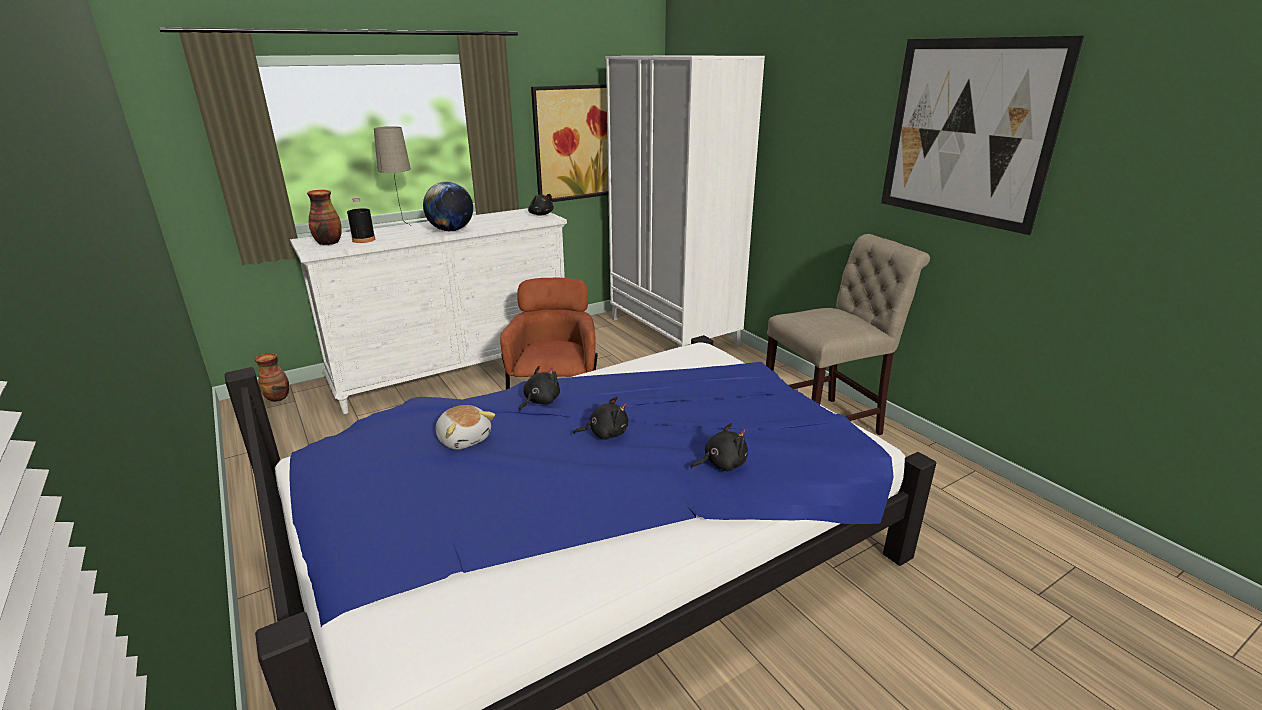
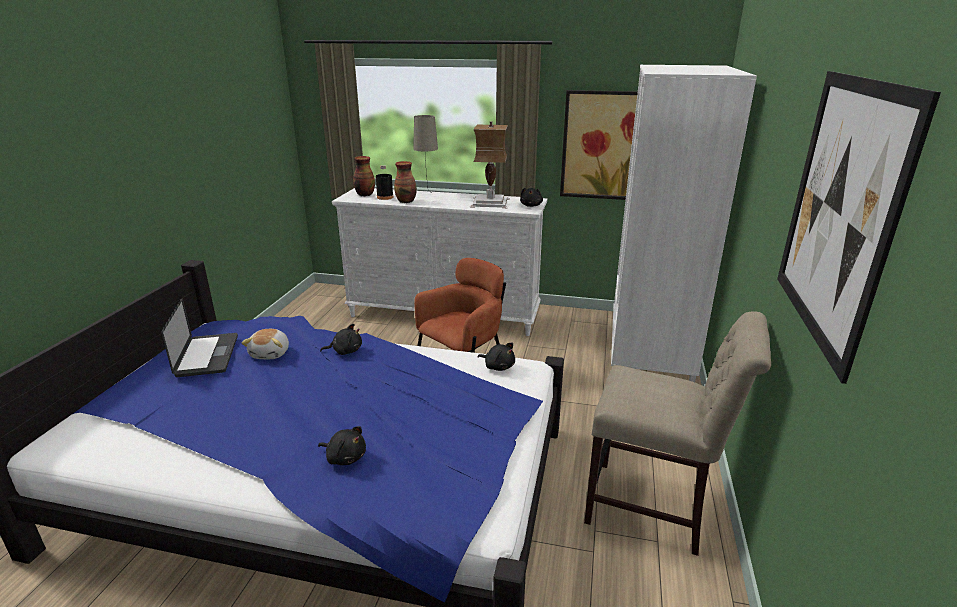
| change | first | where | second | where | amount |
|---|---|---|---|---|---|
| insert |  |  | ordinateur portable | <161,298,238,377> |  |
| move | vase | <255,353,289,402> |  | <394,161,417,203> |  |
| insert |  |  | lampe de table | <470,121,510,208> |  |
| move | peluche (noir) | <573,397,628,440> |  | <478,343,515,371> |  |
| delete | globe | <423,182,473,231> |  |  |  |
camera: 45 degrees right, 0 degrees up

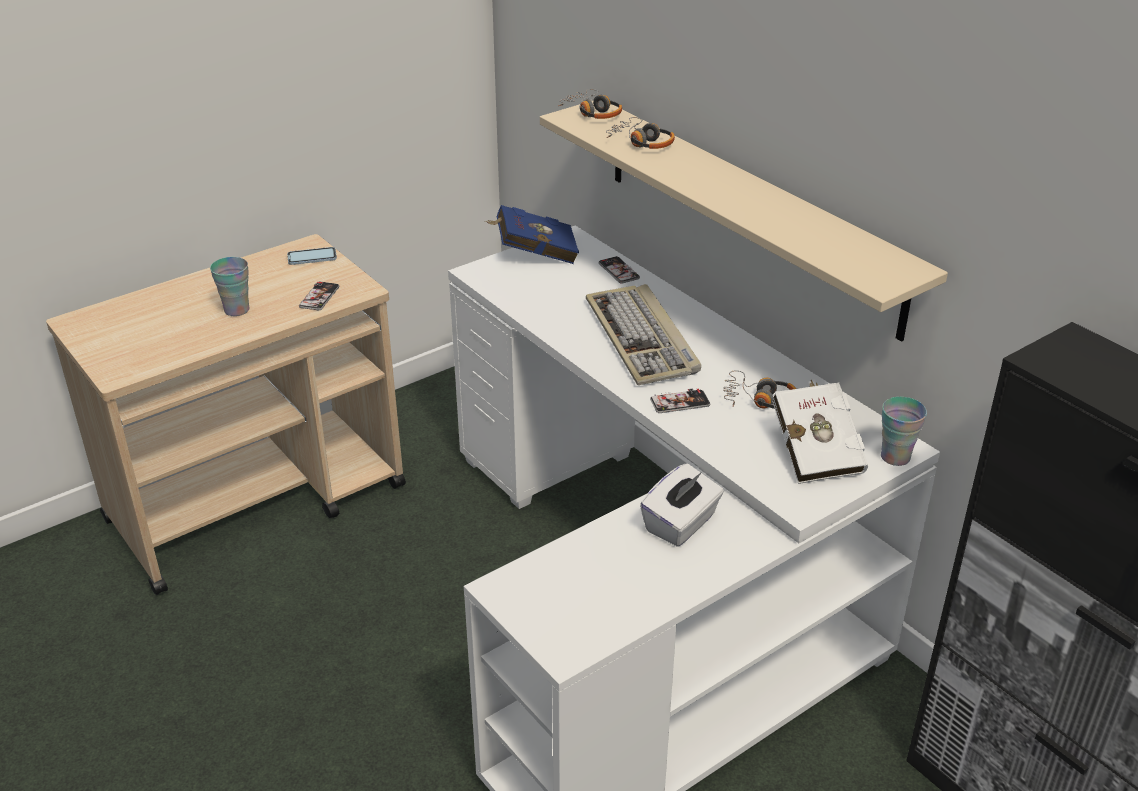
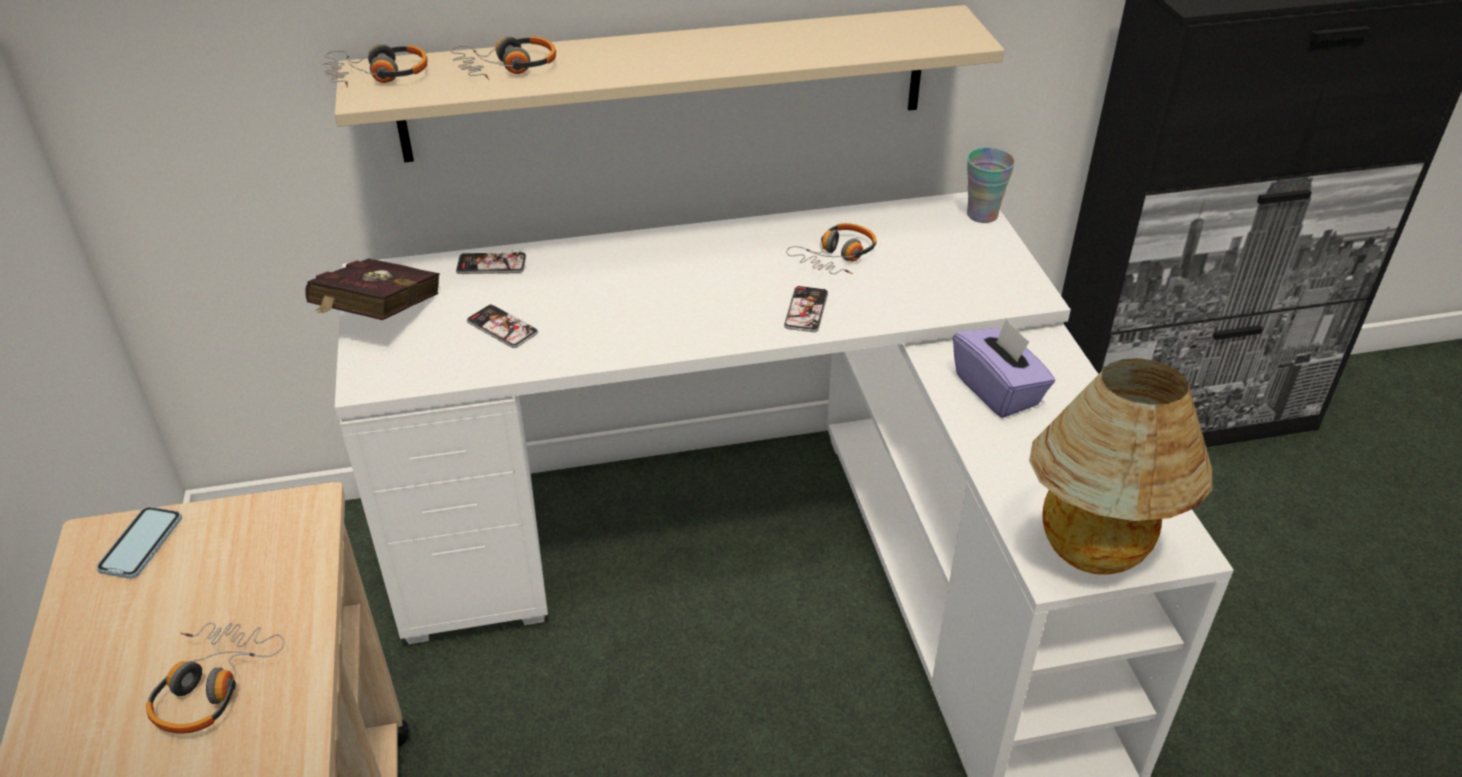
| change | first | where | second | where | amount |
|---|---|---|---|---|---|
| replace | tasse | <210,257,250,316> | casque audio | <146,623,284,734> |  |
| recolor | livre (bleu) | <485,205,579,264> | livre (rouge) | <305,258,440,320> |  |
| move | téléphone | <299,282,340,310> |  | <467,305,538,348> |  |
| recolor | boîte à mouchoirs (blanc) | <640,463,724,547> | boîte à mouchoirs (violet) | <953,318,1055,418> |  |
| insert |  |  | lampe de table | <1029,358,1212,575> |  |
| delete | clavier | <586,284,701,385> |  |  |  |
| delete | livre (blanc) | <772,380,868,484> |  |  |  |
camera: 65 degrees left, 5 degrees up

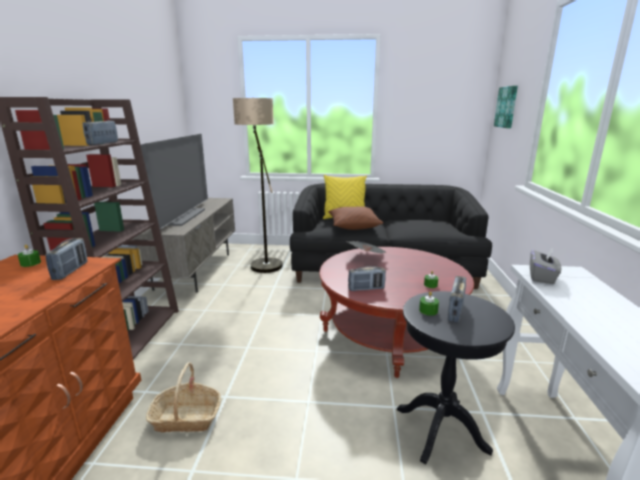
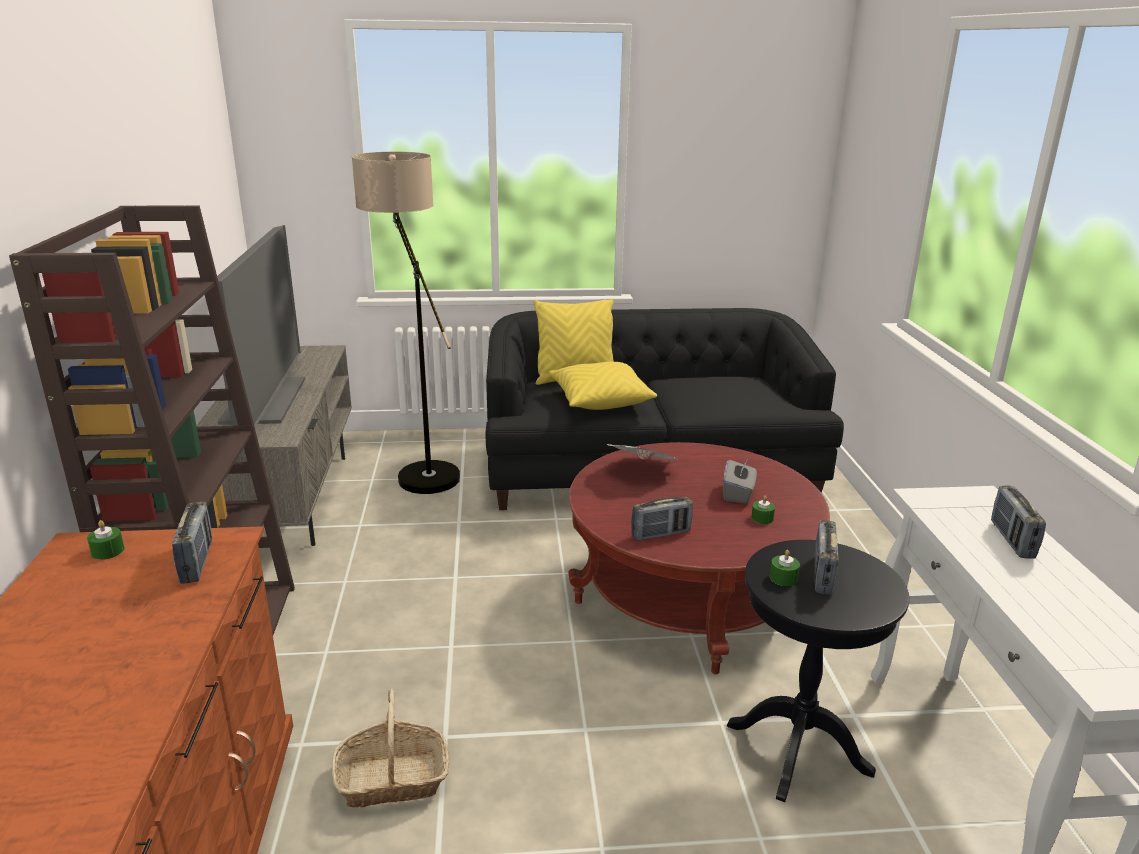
| change | first | where | second | where | amount |
|---|---|---|---|---|---|
| recolor | coussin (marron) | <328,206,383,230> | coussin (jaune) | <548,362,657,410> |  |
| move | boîte à mouchoirs (gris) | <530,247,561,284> |  | <723,460,757,504> |  |
| move | radio | <83,118,118,145> |  | <991,486,1046,559> |  |
| delete | tableau | <494,86,518,128> |  |  |  |
camera: 10 degrees left, 5 degrees up

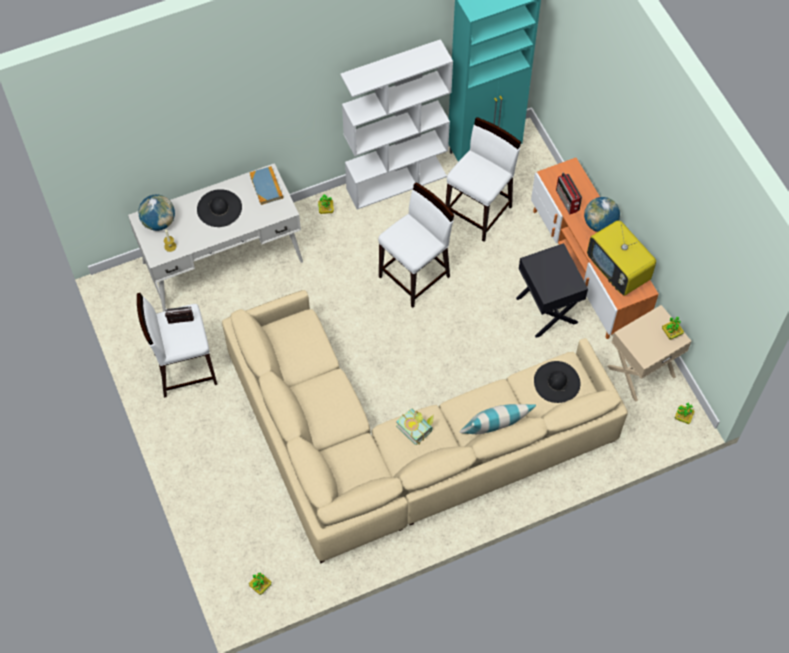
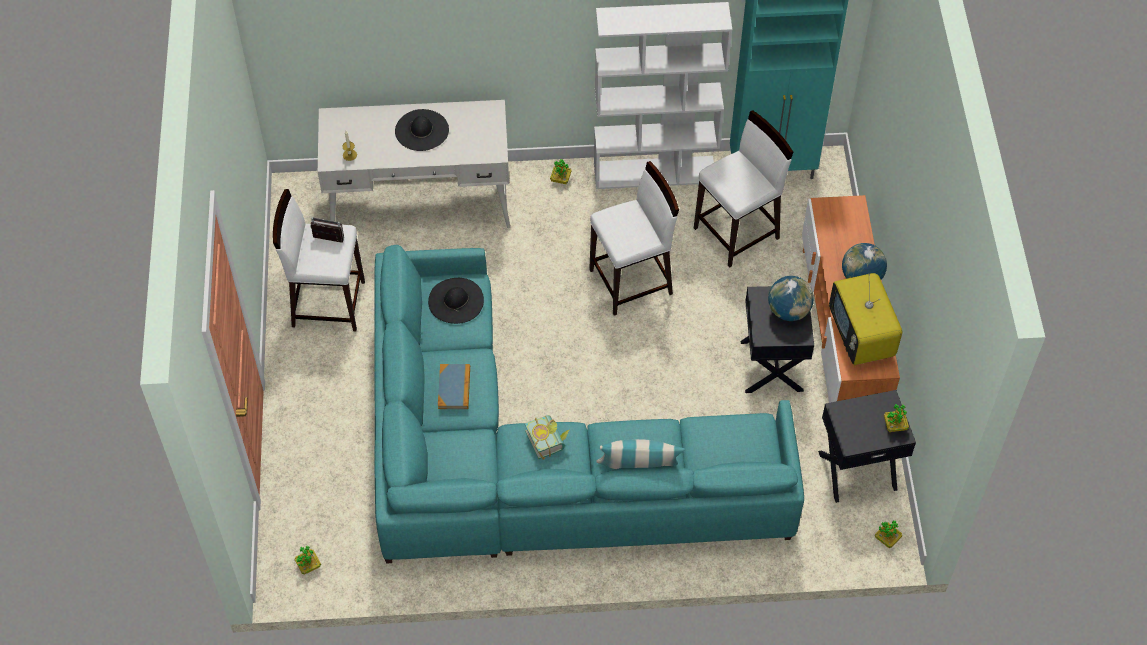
| change | first | where | second | where | amount |
|---|---|---|---|---|---|
| recolor | canapé (beige) | <222,290,628,563> | canapé (turquoise) | <374,245,804,564> |  |
| move | chapeau (noir) | <534,361,581,403> |  | <428,278,484,324> |  |
| move | livre | <249,166,283,205> |  | <438,364,470,409> |  |
| move | globe | <138,194,175,231> |  | <768,276,814,321> |  |
| recolor | table d'appoint (beige) | <608,305,692,402> | table d'appoint (noir) | <818,390,916,503> |  |
| delete | radio | <556,172,582,215> |  |  |  |
camera: 20 degrees right, 5 degrees down

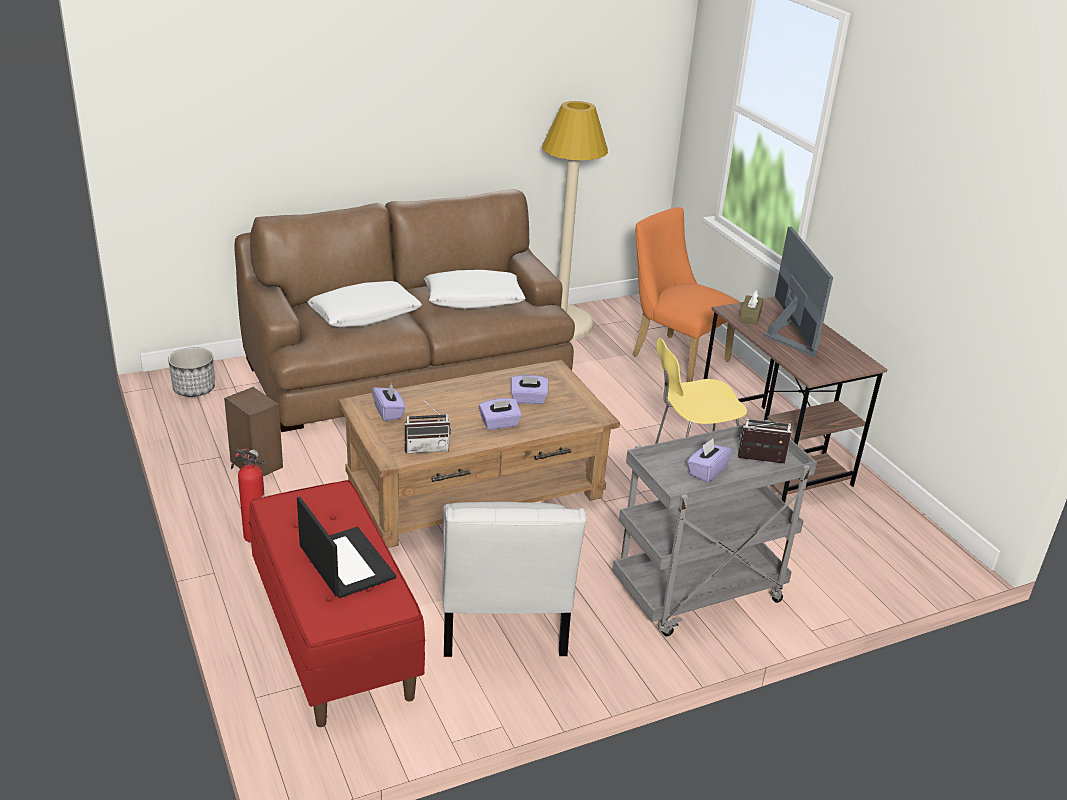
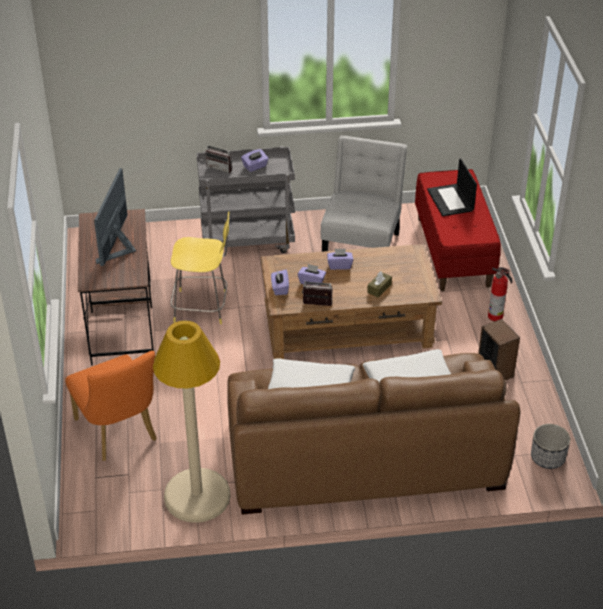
| change | first | where | second | where | amount |
|---|---|---|---|---|---|
| move | boîte à mouchoirs (violet) | <372,384,405,421> |  | <271,270,289,295> |  |
| move | radio | <405,400,451,454> |  | <302,281,332,306> |  |
| move | boîte à mouchoirs (marron) | <739,291,764,325> |  | <367,271,392,298> |  |
camera: 160 degrees left, 10 degrees up

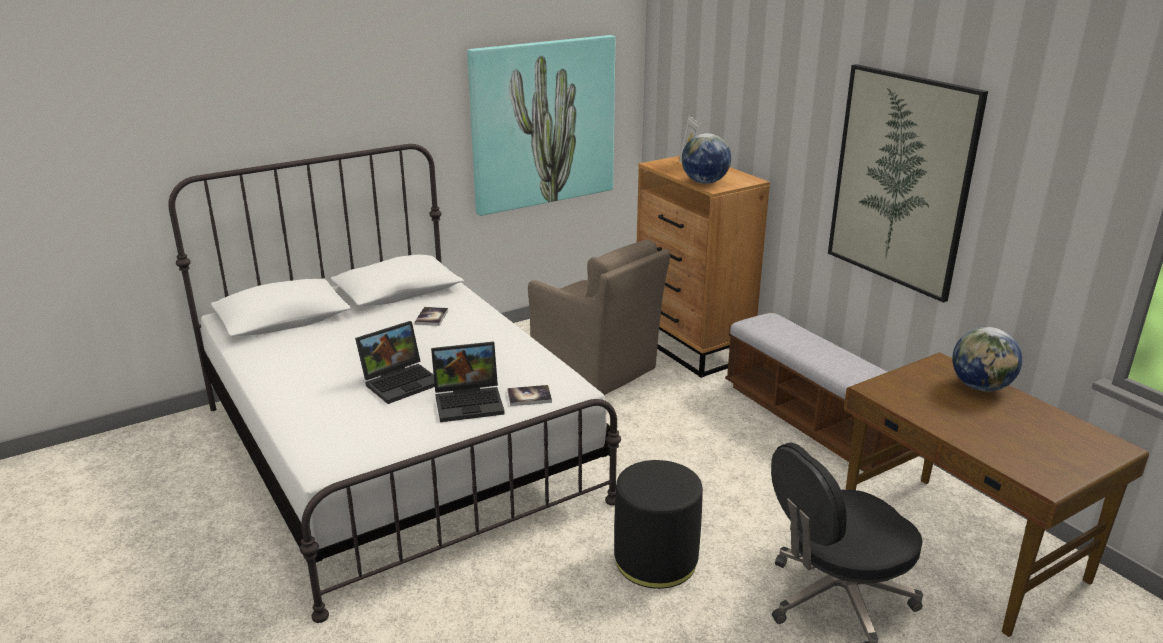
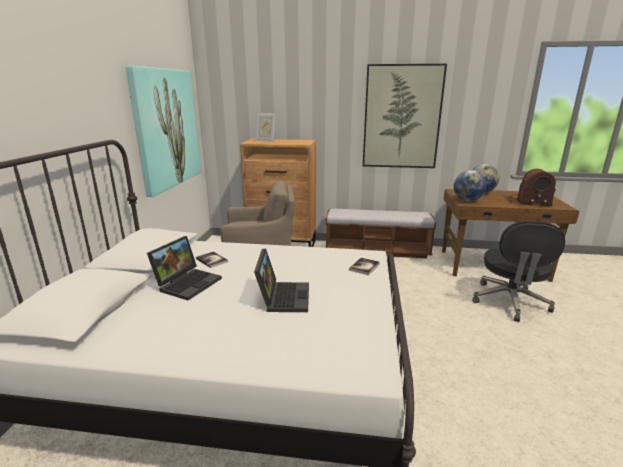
| change | first | where | second | where | amount |
|---|---|---|---|---|---|
| move | ordinateur portable | <431,341,505,422> |  | <147,236,222,300> |  |
| move | globe | <682,133,731,184> |  | <453,170,487,202> |  |
| insert |  |  | radio | <503,169,556,206> |  |
| delete | pouf (noir) | <614,460,703,589> |  |  |  |
camera: 50 degrees left, 5 degrees down

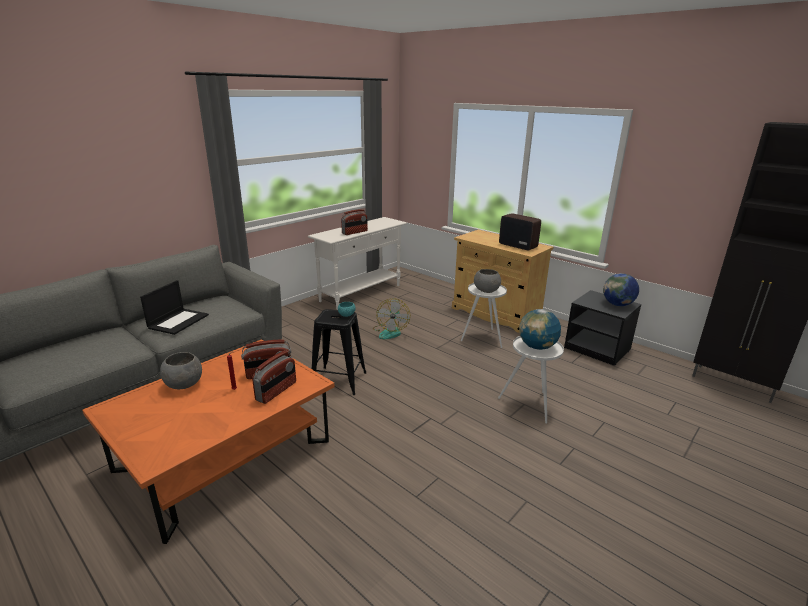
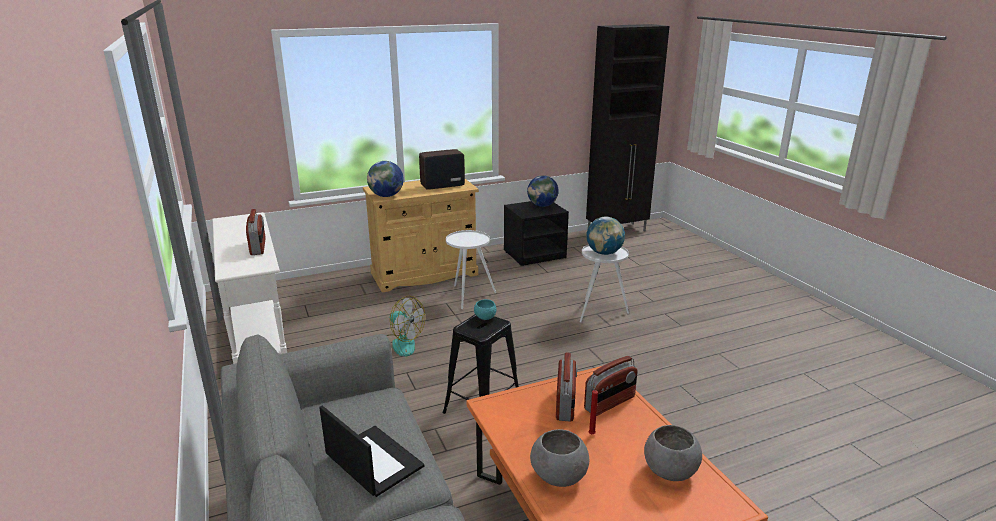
| change | first | where | second | where | amount |
|---|---|---|---|---|---|
| insert |  |  | globe | <367,161,404,197> |  |
| rotate | radio | <252,350,296,404> |  | <584,356,638,416> | 90 degrees clockwise |
| move | bol (gris) | <474,269,501,293> |  | <644,425,702,481> |  |
camera: 65 degrees left, 0 degrees up

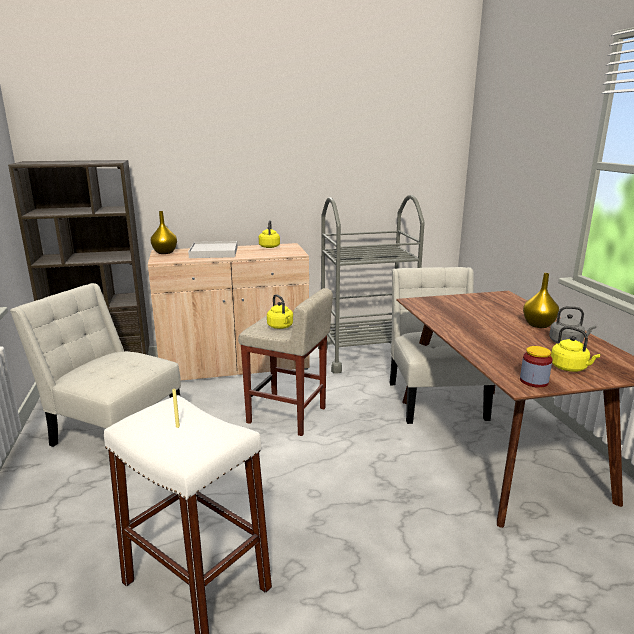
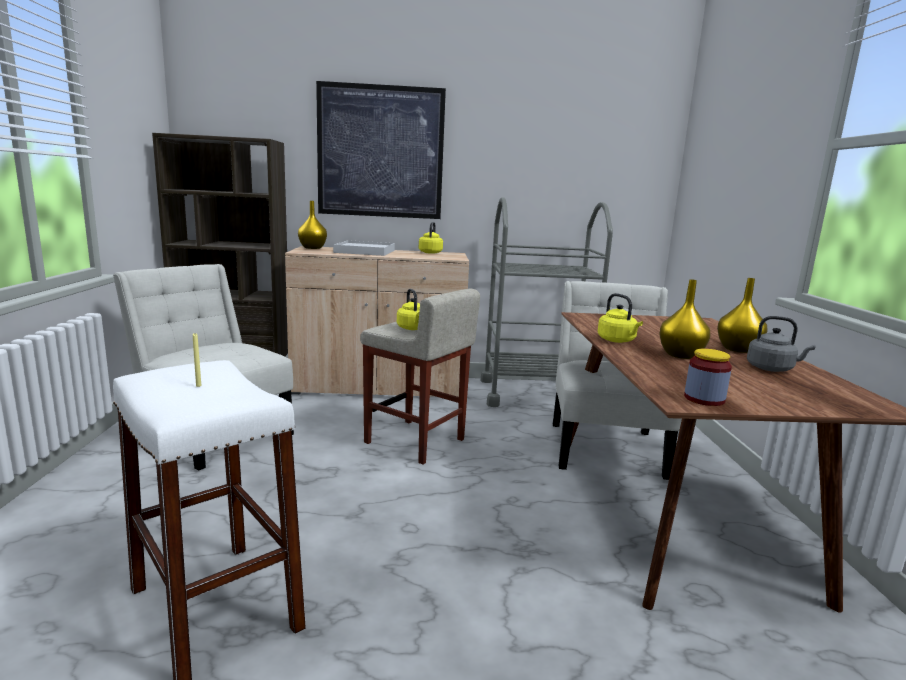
| change | first | where | second | where | amount |
|---|---|---|---|---|---|
| insert |  |  | tableau | <316,81,446,219> |  |
| move | bouilloire (jaune) | <551,326,600,372> |  | <598,293,643,343> |  |
| insert |  |  | vase (jaune) | <659,279,710,359> |  |
camera: 10 degrees right, 5 degrees down

